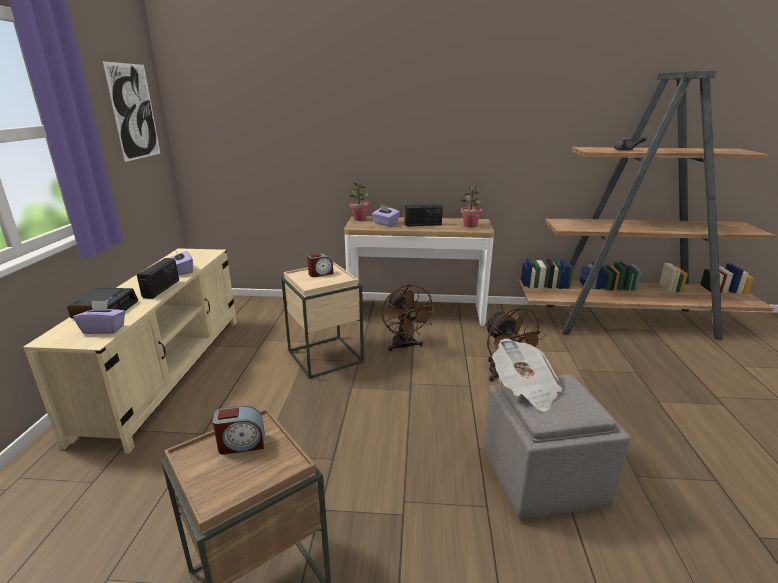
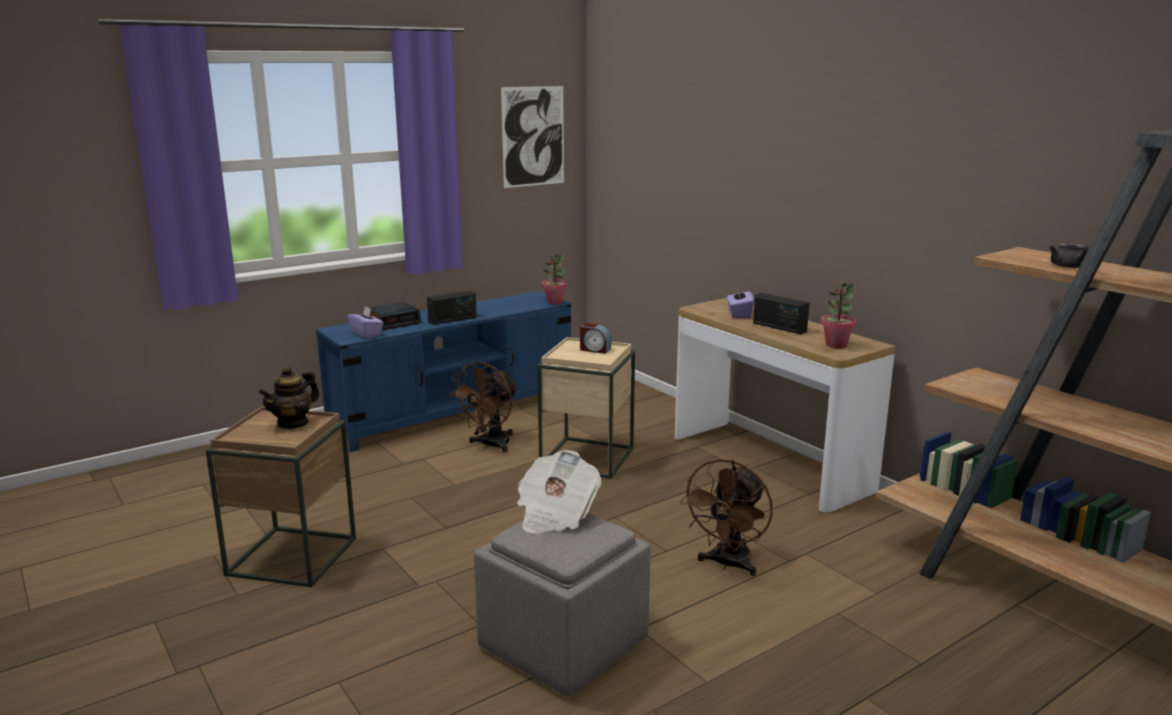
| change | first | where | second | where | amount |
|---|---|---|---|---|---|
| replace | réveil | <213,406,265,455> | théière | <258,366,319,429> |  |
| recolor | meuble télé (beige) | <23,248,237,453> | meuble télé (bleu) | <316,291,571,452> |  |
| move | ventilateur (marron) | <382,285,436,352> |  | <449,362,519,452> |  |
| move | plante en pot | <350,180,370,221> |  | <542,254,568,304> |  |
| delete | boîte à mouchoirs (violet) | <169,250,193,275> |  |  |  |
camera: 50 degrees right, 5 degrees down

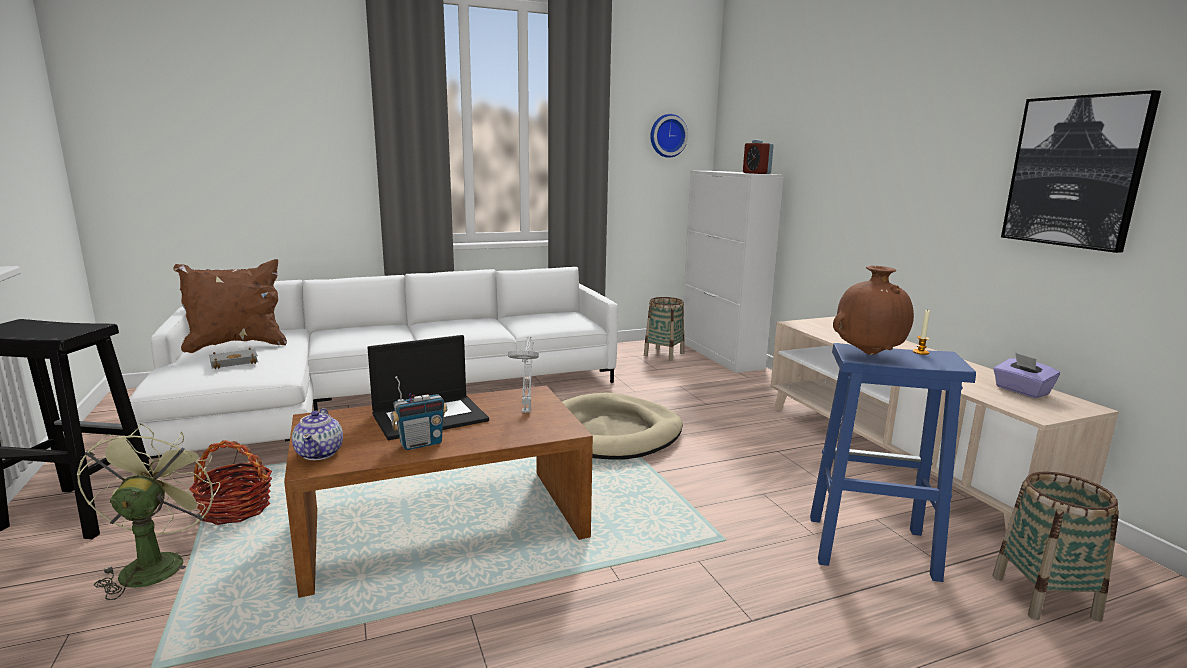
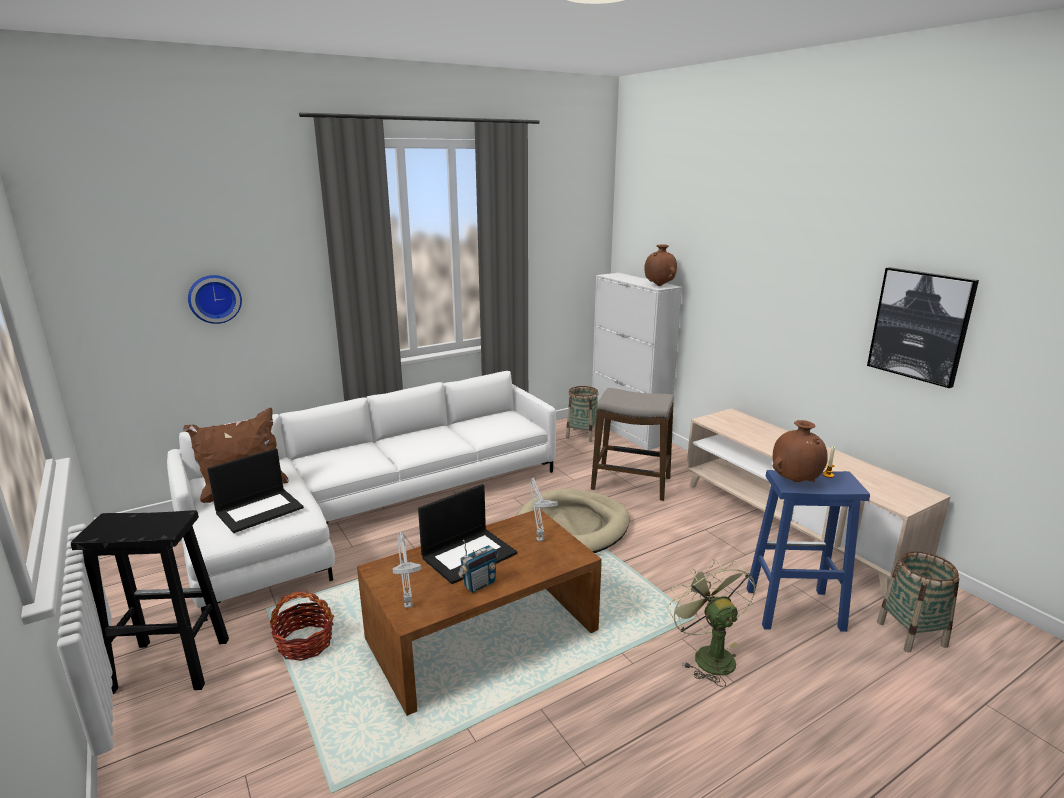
| change | first | where | second | where | amount |
|---|---|---|---|---|---|
| move | horloge murale | <650,114,688,158> |  | <188,275,242,324> |  |
| replace | livre (gris) | <209,347,258,369> | ordinateur portable | <207,448,304,533> |  |
| replace | théière | <292,408,343,460> | lampe de table (gris) | <393,532,421,608> |  |
| insert |  |  | tabouret | <591,388,674,501> |  |
| replace | réveil | <743,140,773,174> | vase (marron) | <644,244,677,286> |  |
| move | ventilateur (vert) | <76,424,220,600> |  | <668,559,756,687> |  |
| delete | boîte à mouchoirs (violet) | <993,353,1060,398> |  |  |  |
camera: 10 degrees left, 5 degrees up

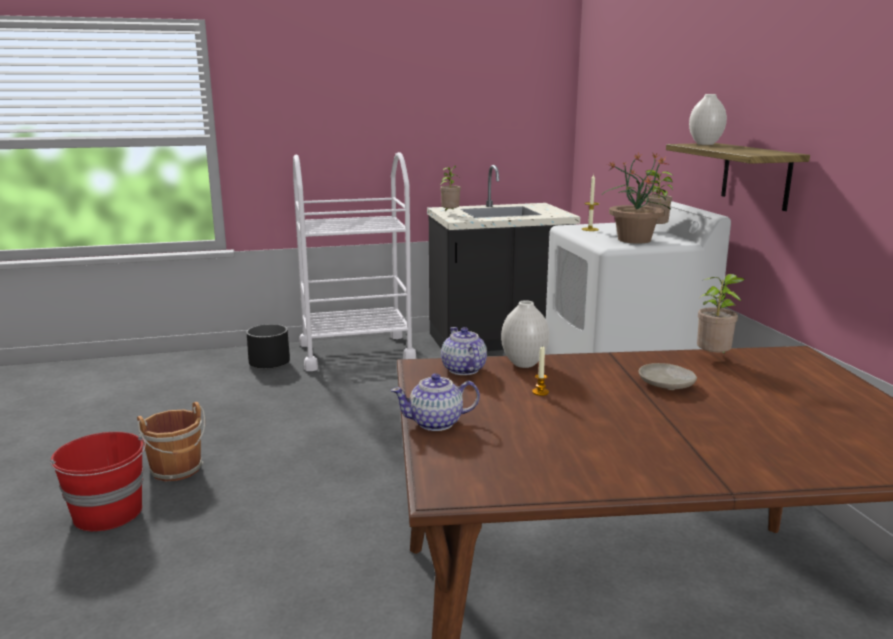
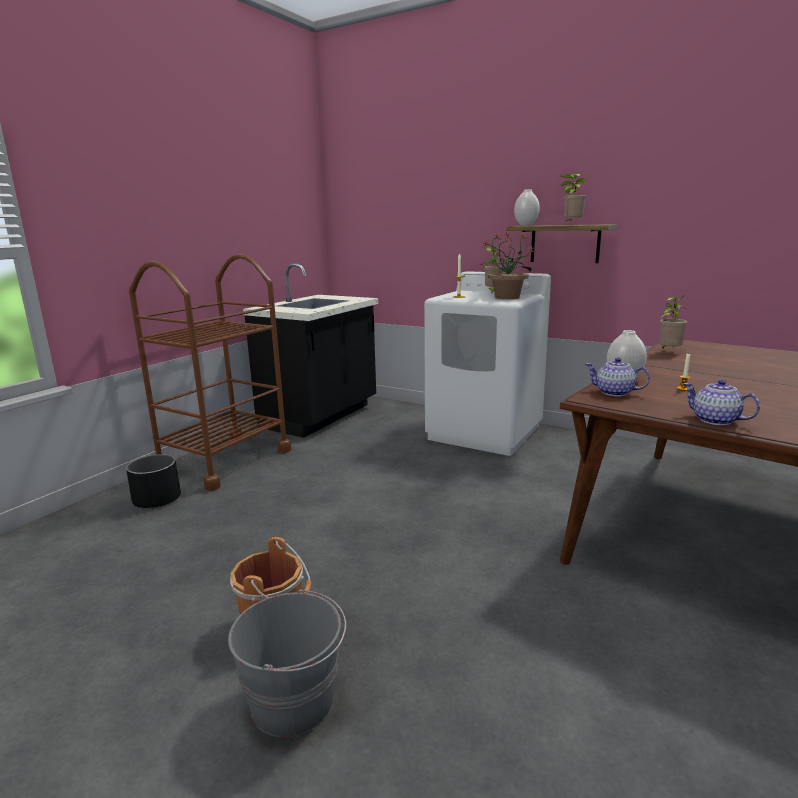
| change | first | where | second | where | amount |
|---|---|---|---|---|---|
| recolor | chariot (blanc) | <293,152,416,371> | chariot (marron) | <129,254,291,491> |  |
| recolor | seau (rouge) | <50,432,146,532> | seau (gris) | <228,589,346,737> |  |
| move | plante en pot | <440,166,461,211> |  | <559,174,586,225> |  |
| rotate | théière | <391,373,480,431> |  | <683,380,760,425> | 105 degrees clockwise |
| delete | assiette (beige) | <638,363,697,390> |  |  |  |
camera: 45 degrees left, 0 degrees up

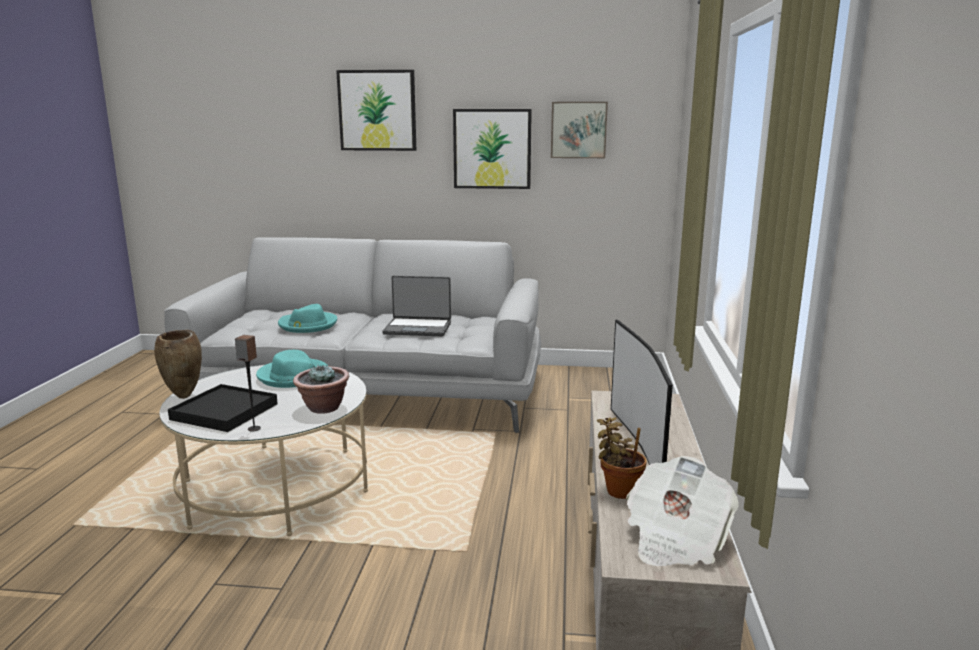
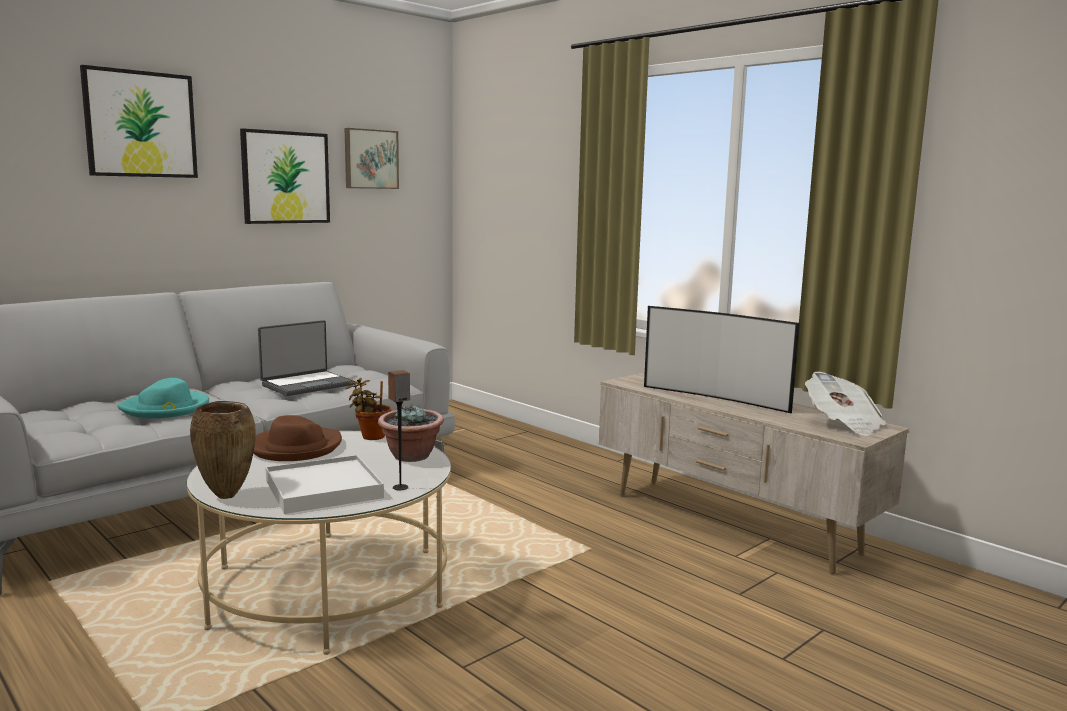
| change | first | where | second | where | amount |
|---|---|---|---|---|---|
| recolor | chapeau (turquoise) | <256,350,328,388> | chapeau (marron) | <254,415,342,461> |  |
| recolor | plateau (noir) | <168,384,278,432> | plateau (blanc) | <265,455,384,514> |  |
| move | plante en pot | <597,417,647,499> |  | <346,378,391,440> |  |
camera: 50 degrees left, 5 degrees down

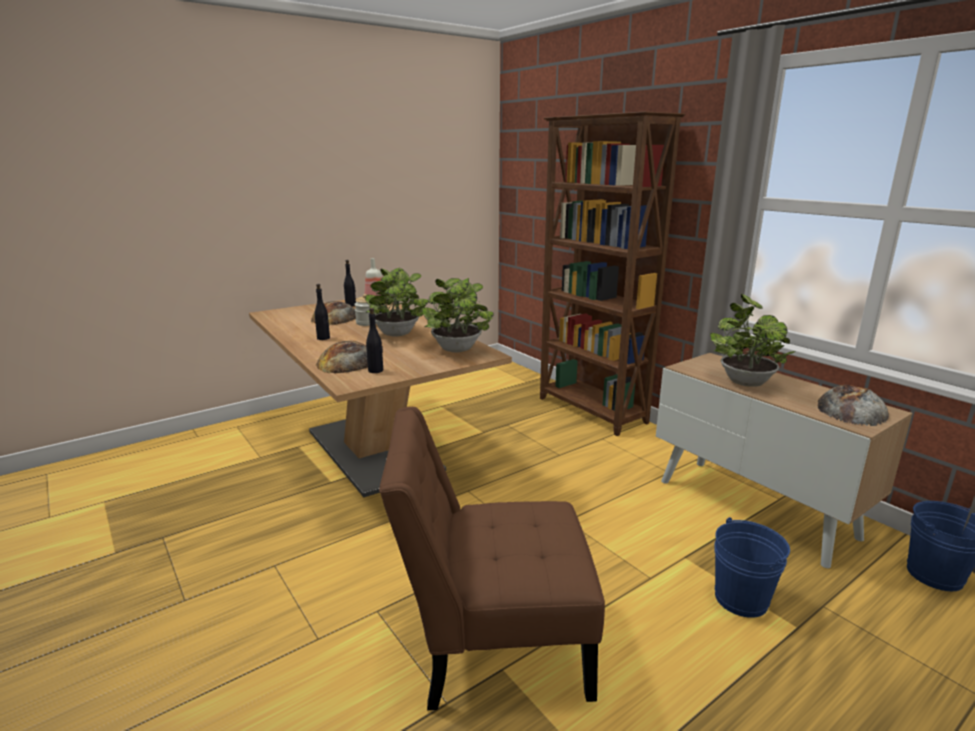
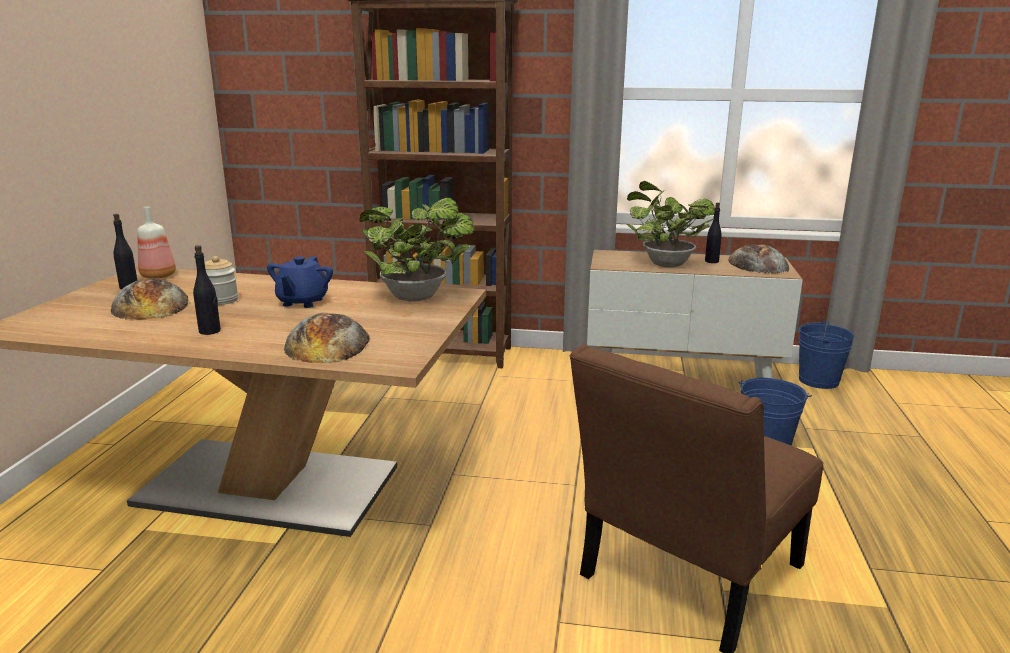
| change | first | where | second | where | amount |
|---|---|---|---|---|---|
| replace | plante en pot | <365,268,429,337> | théière (bleu) | <267,257,333,308> |  |
| move | bouteille (noir) | <366,308,383,373> |  | <705,202,722,263> |  |
camera: 45 degrees left, 0 degrees up

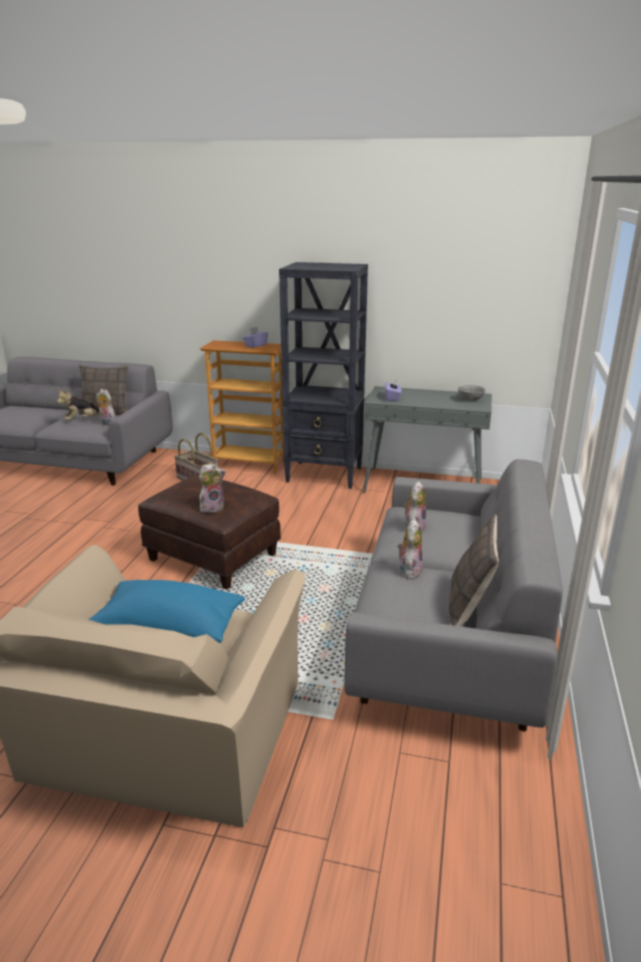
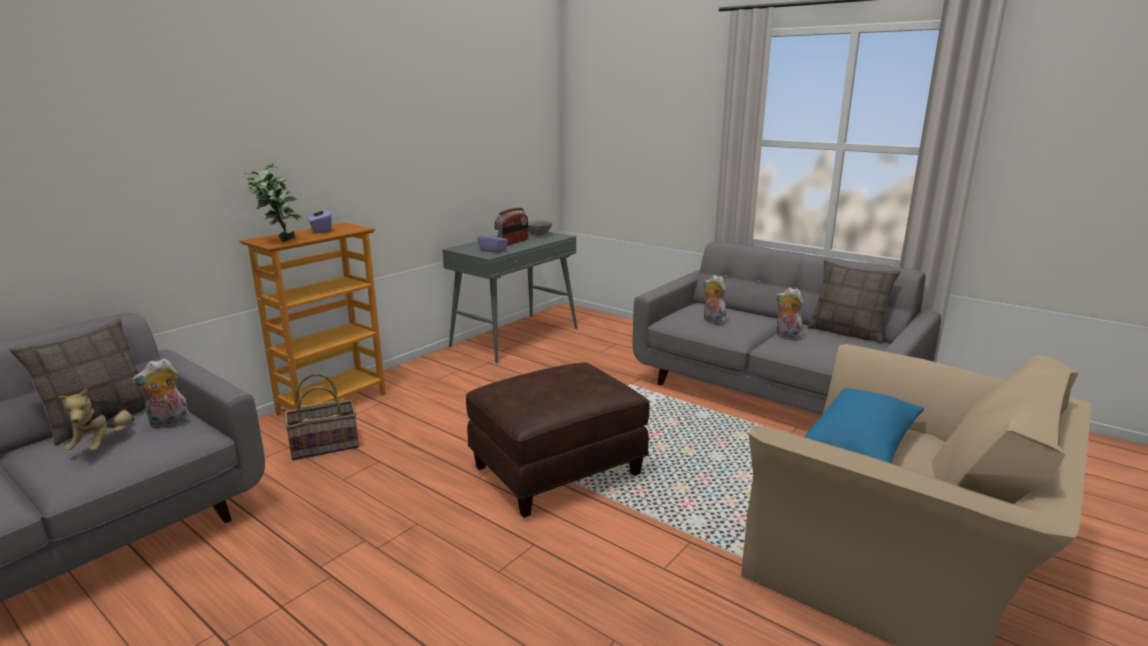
| change | first | where | second | where | amount |
|---|---|---|---|---|---|
| insert |  |  | plante en pot | <244,164,303,242> |  |
| insert |  |  | radio | <495,208,528,246> |  |
| delete | peluche | <199,463,226,513> |  |  |  |
| delete | bibliothèque (noir) | <279,262,368,489> |  |  |  |
camera: 65 degrees left, 5 degrees down

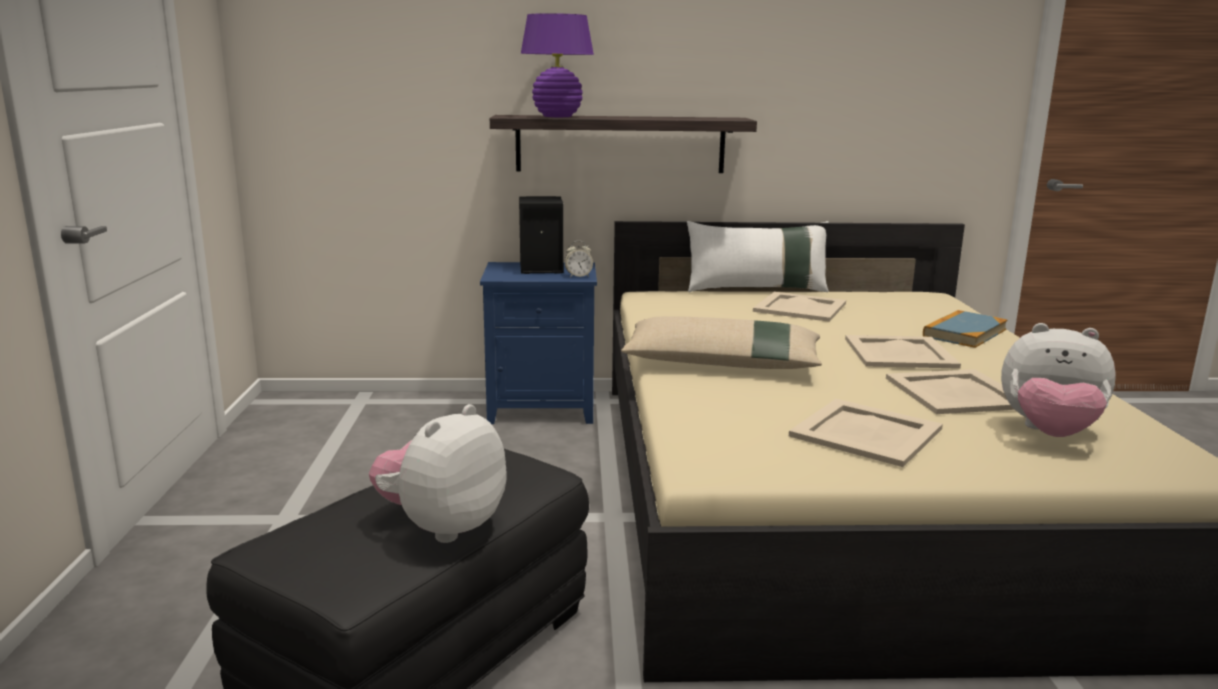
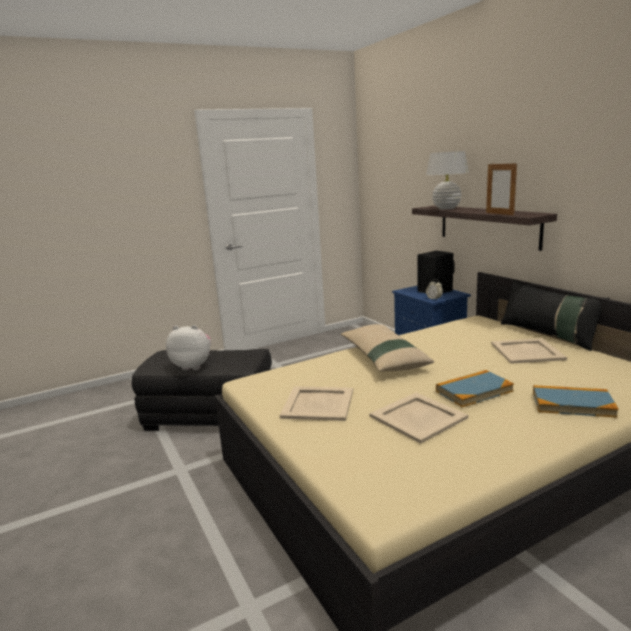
| change | first | where | second | where | amount |
|---|---|---|---|---|---|
| recolor | lampe de table (violet) | <521,13,594,117> | lampe de table (blanc) | <426,151,469,209> |  |
| replace | plateau (beige) | <845,335,961,369> | livre | <436,370,514,407> |  |
| insert |  |  | cadre photo | <486,162,517,215> |  |
| recolor | coussin (blanc) | <687,221,829,292> | coussin (noir) | <501,279,610,351> |  |
| delete | peluche | <1001,323,1116,437> |  |  |  |
camera: 65 degrees right, 0 degrees up

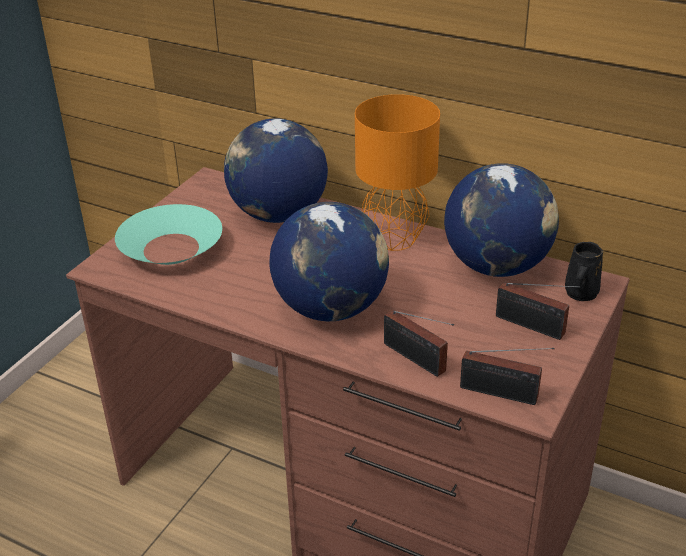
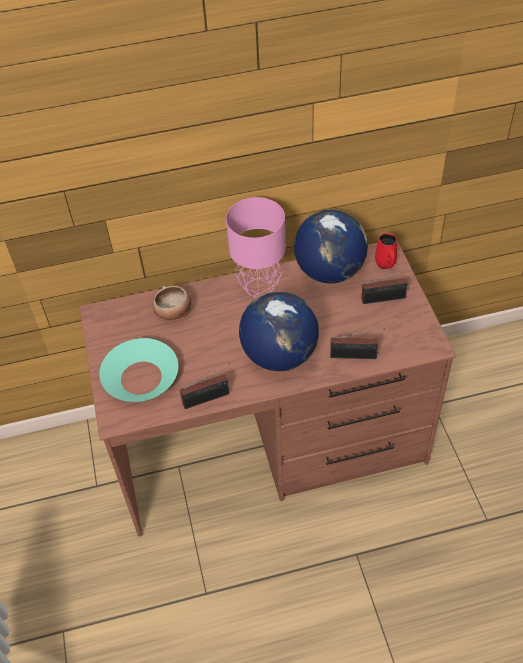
| change | first | where | second | where | amount |
|---|---|---|---|---|---|
| replace | globe | <224,118,328,223> | bol | <153,286,191,320> |  |
| move | radio | <460,348,555,405> |  | <180,363,230,409> |  |
| recolor | lampe de table (orange) | <355,94,440,251> | lampe de table (rose) | <226,197,286,298> |  |
| recolor | mug (noir) | <565,242,603,301> | mug (rouge) | <375,233,397,269> |  |
camera: 40 degrees left, 15 degrees up

